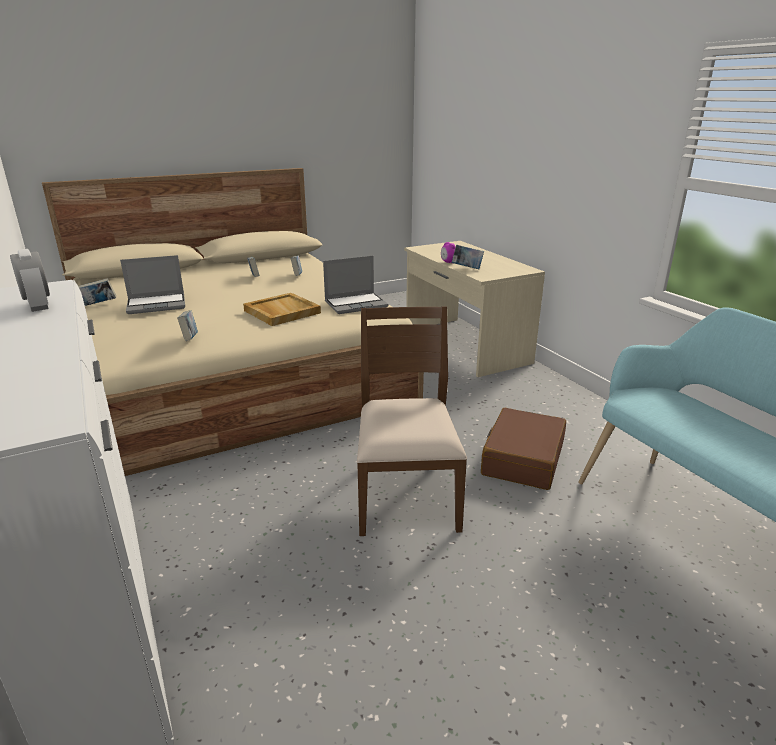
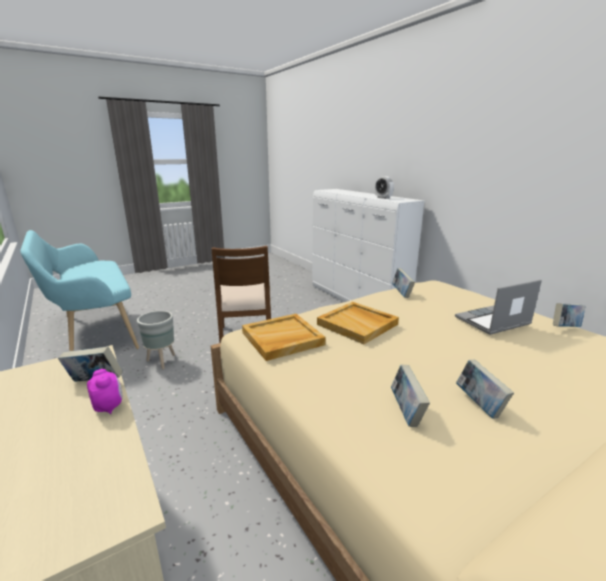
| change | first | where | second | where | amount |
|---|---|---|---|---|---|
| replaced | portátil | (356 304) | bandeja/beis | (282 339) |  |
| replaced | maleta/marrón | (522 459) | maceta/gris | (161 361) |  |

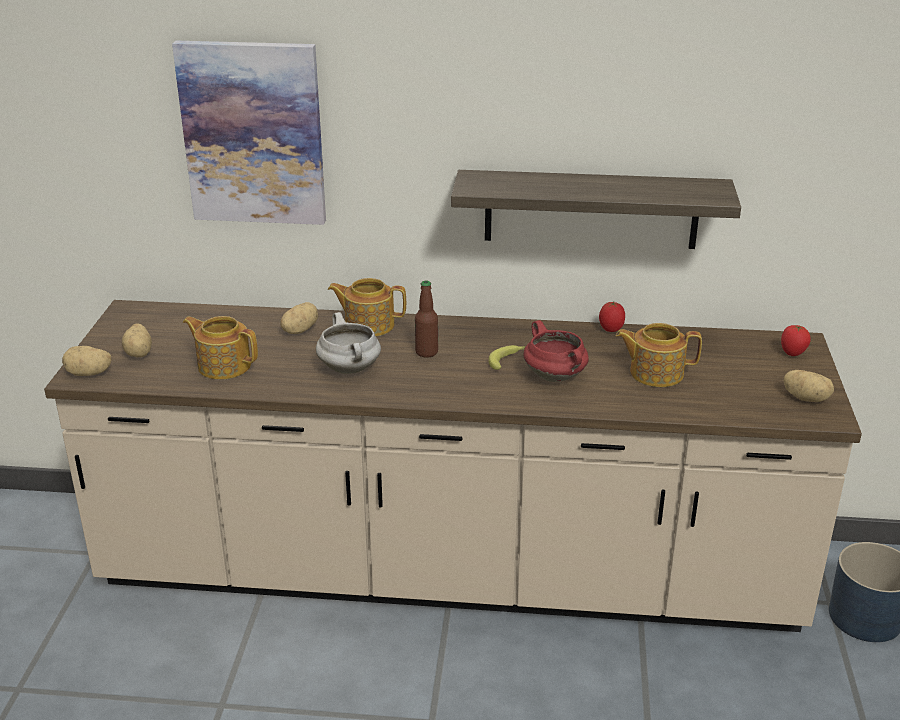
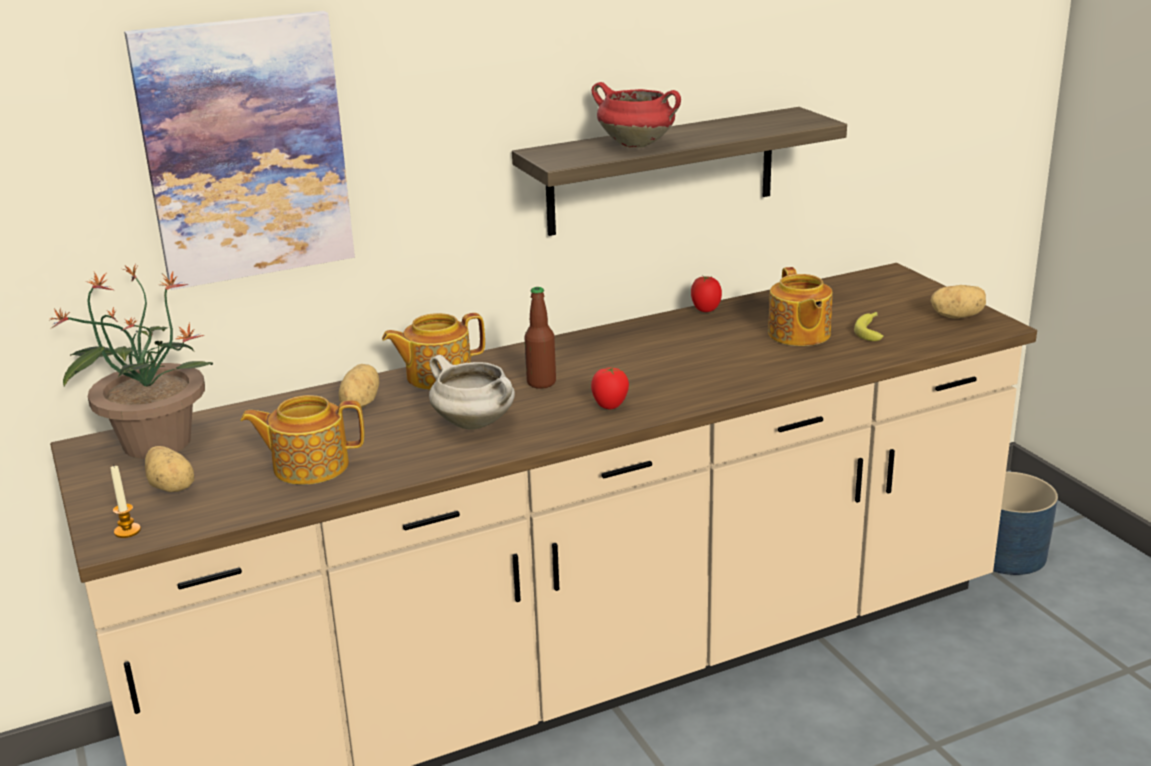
| change | first | where | second | where | amount |
|---|---|---|---|---|---|
| replaced | patata | (89 374) | vela | (127 531) |  |
| moved | plátano | (508 360) |  | (871 330) |  |
| moved | olla/rojo | (556 377) |  | (637 145) |  |
| turned | tetera | (655 373) |  | (798 334) | 75 degrees counterclockwise |
| moved | tomate | (792 354) |  | (610 406) |  |
| added |  |  | planta en maceta | (155 442) |  |

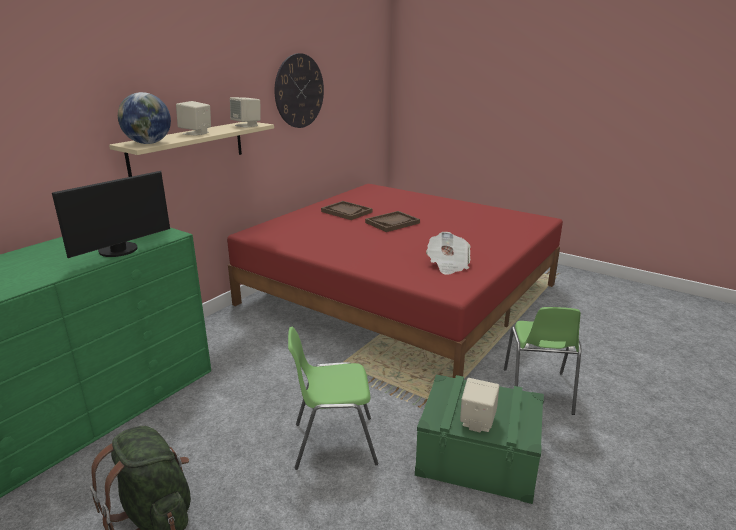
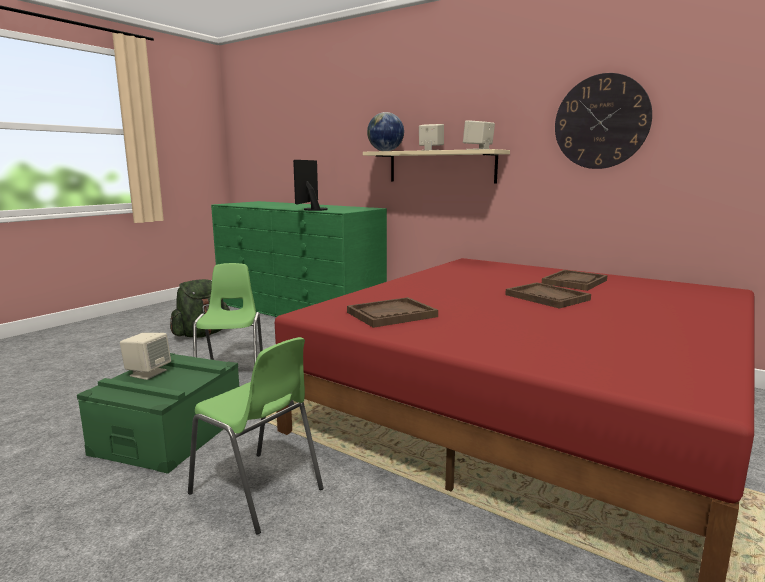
| change | first | where | second | where | amount |
|---|---|---|---|---|---|
| turned | monitor | (120 251) |  | (313 209) | 60 degrees clockwise |
| replaced | periódico | (448 265) | bandeja/marrón | (391 314) |  |
| turned | silla/verde | (537 391) |  | (257 491) | 150 degrees counterclockwise |

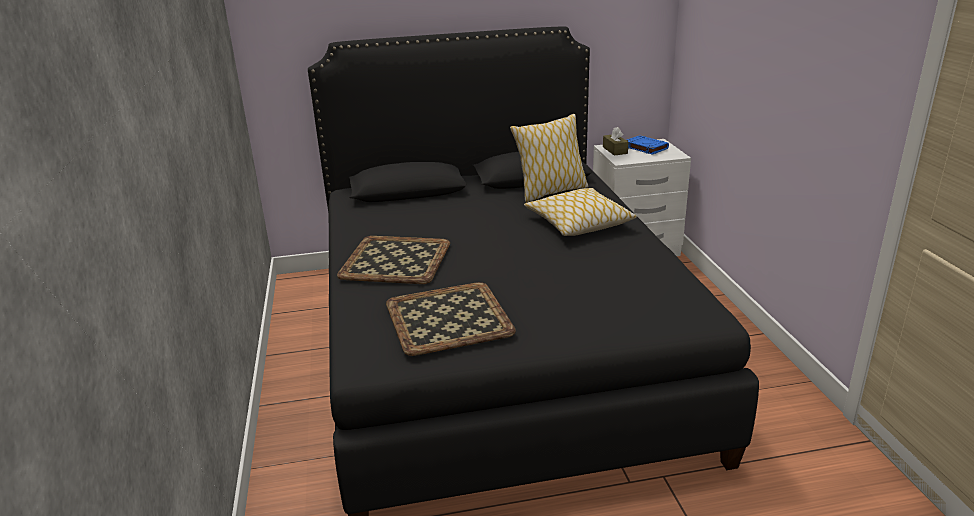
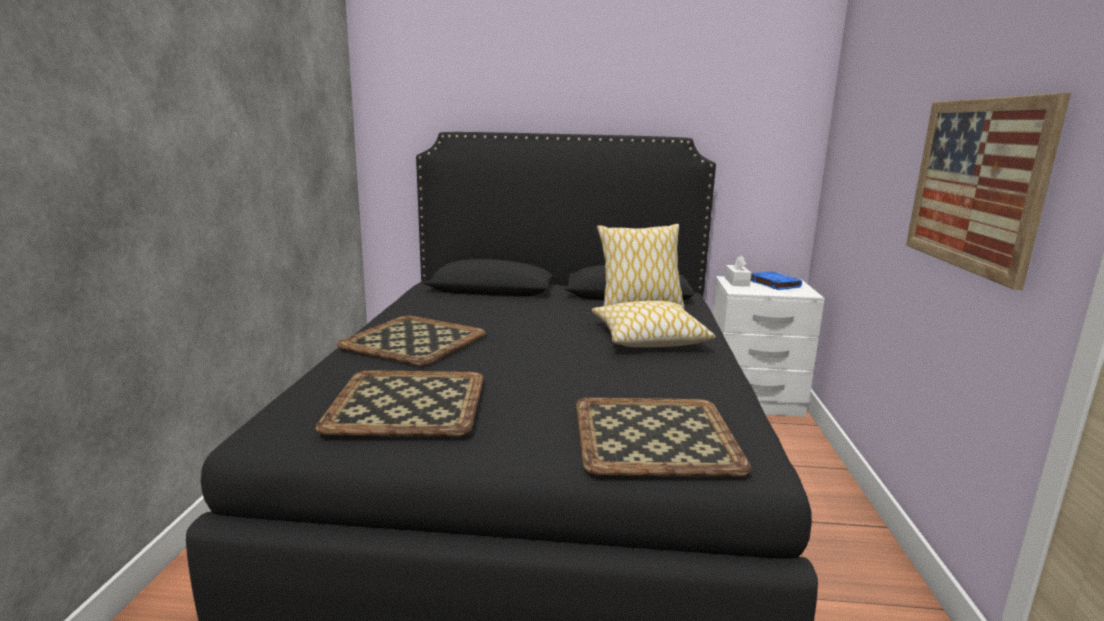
| change | first | where | second | where | amount |
|---|---|---|---|---|---|
| recoloured | caja de pañuelos/marrón | (615 150) | caja de pañuelos/blanco | (736 282) |  |
| added |  |  | bandeja | (653 436) |  |
| added |  |  | cuadro | (975 184) |  |

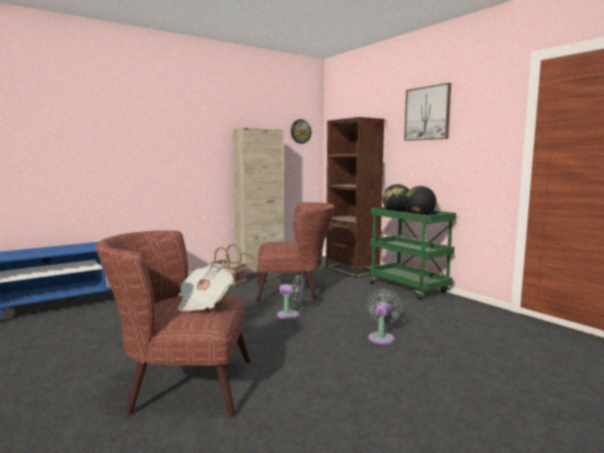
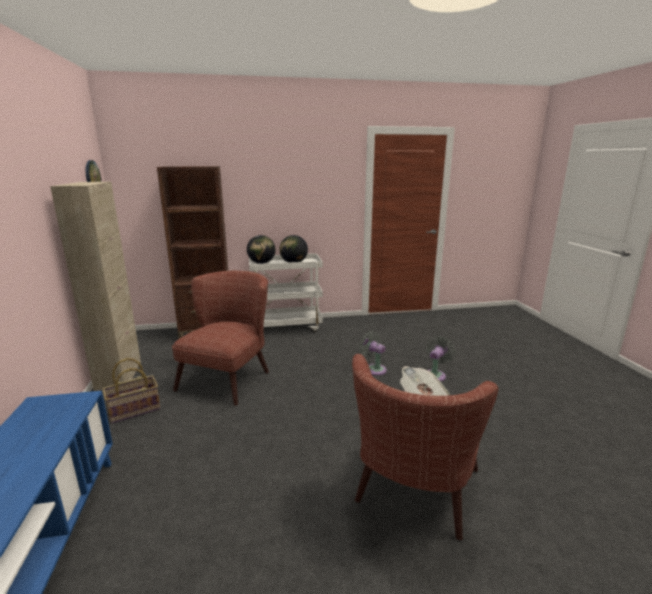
| change | first | where | second | where | amount |
|---|---|---|---|---|---|
| moved | ventilador/gris | (291 315) |  | (435 375) |  |
| recoloured | carrito/verde | (409 288) | carrito/blanco | (287 327) |  |
| removed | cuadro | (427 113) |  |  |  |

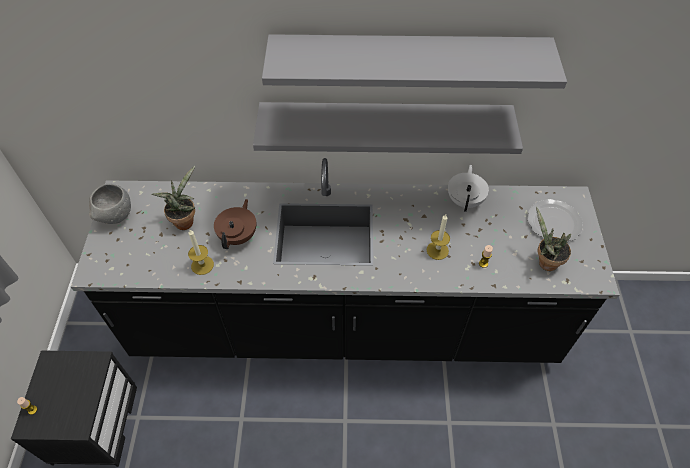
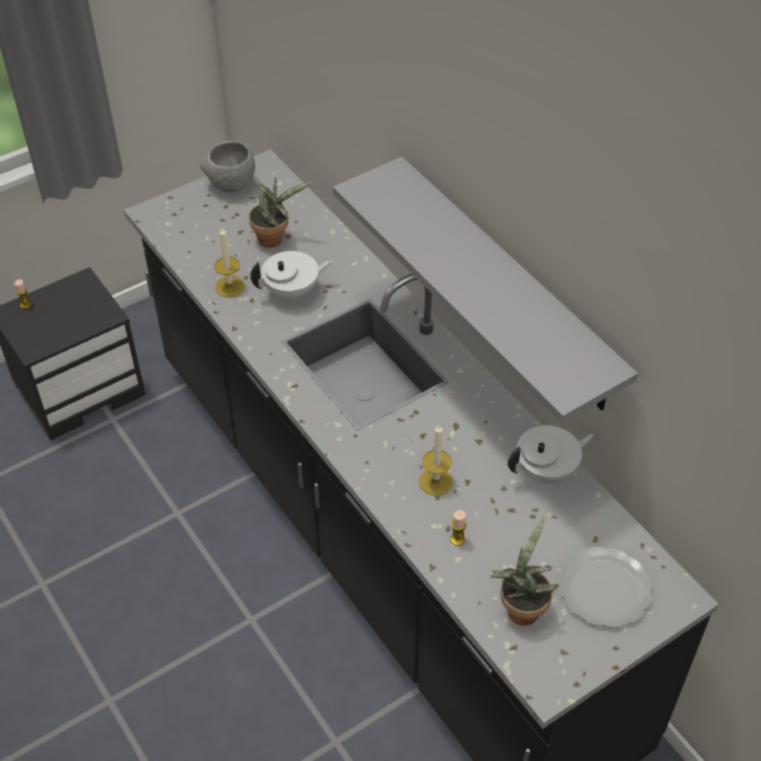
| change | first | where | second | where | amount |
|---|---|---|---|---|---|
| recoloured | tetera/marrón | (239 236) | tetera/blanco | (292 292) |  |
| removed | estante/gris | (408 61) |  |  |  |

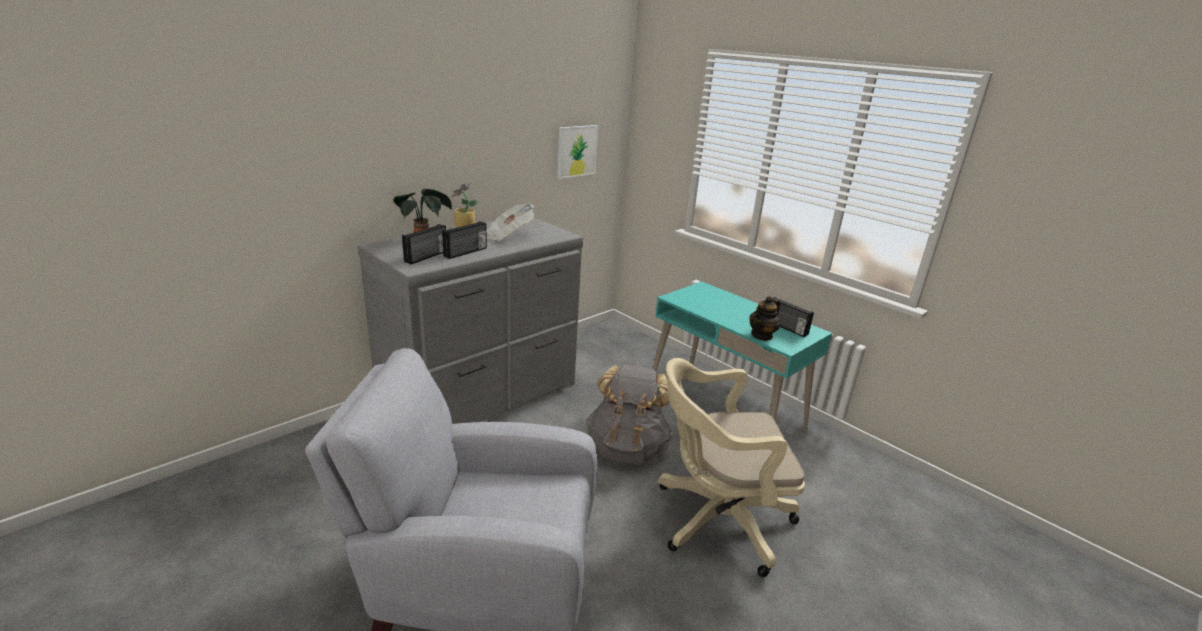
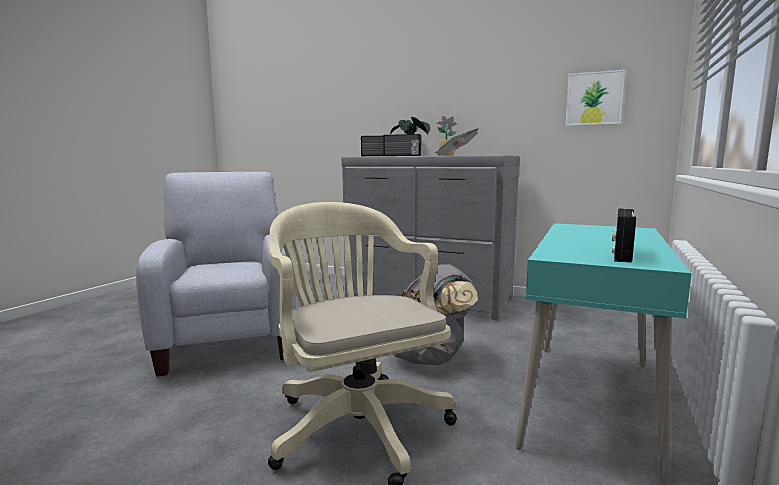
| change | first | where | second | where | amount |
|---|---|---|---|---|---|
| removed | tetera | (762 335) |  |  |  |

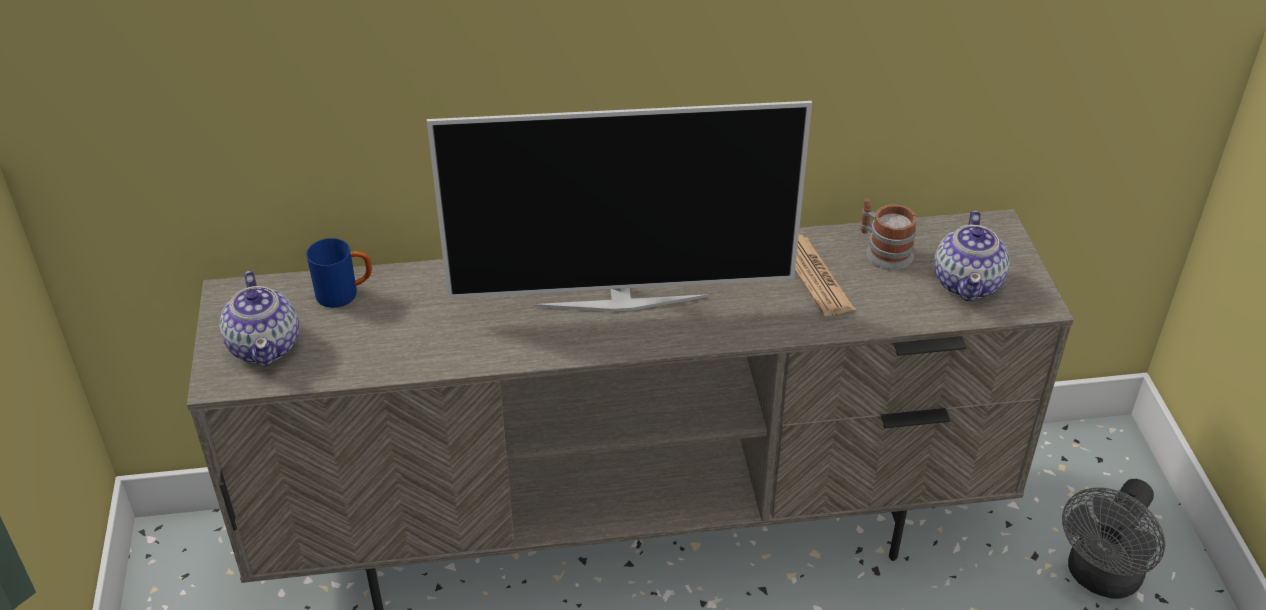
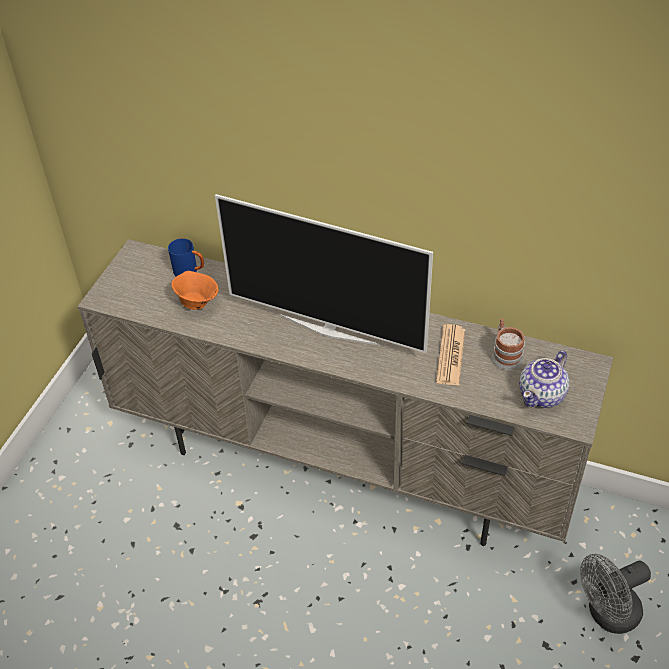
| change | first | where | second | where | amount |
|---|---|---|---|---|---|
| removed | tetera | (265 345) |  |  |  |
| added |  |  | cuenco/naranja | (197 302) |  |

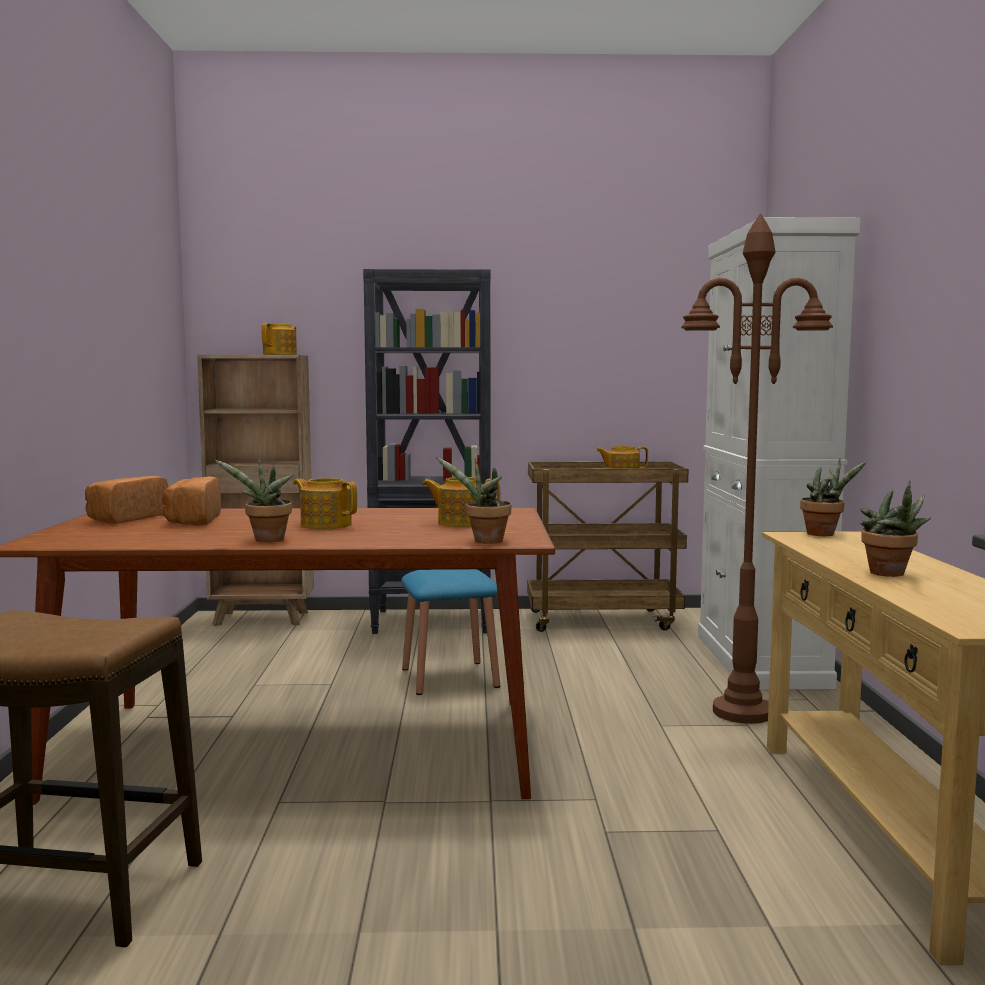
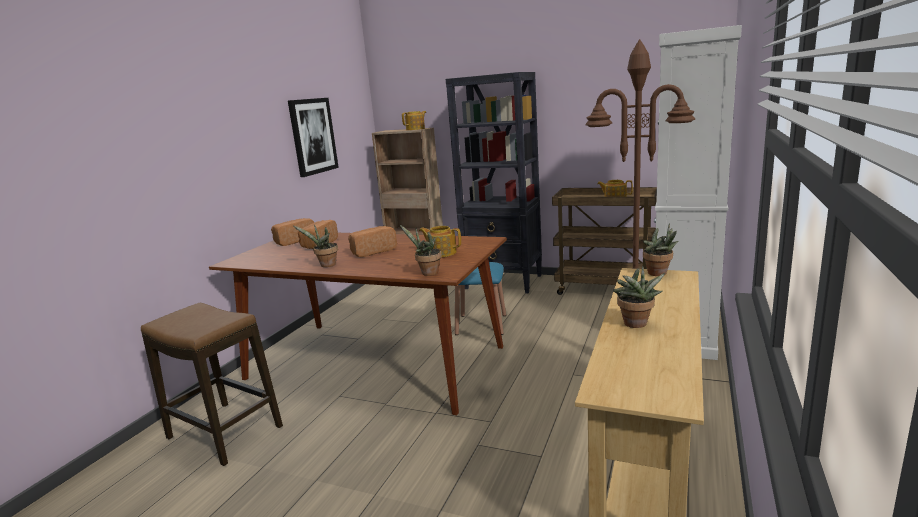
| change | first | where | second | where | amount |
|---|---|---|---|---|---|
| replaced | tetera | (325 524) | pan | (372 251) |  |
| added |  |  | cuadro | (313 136) |  |

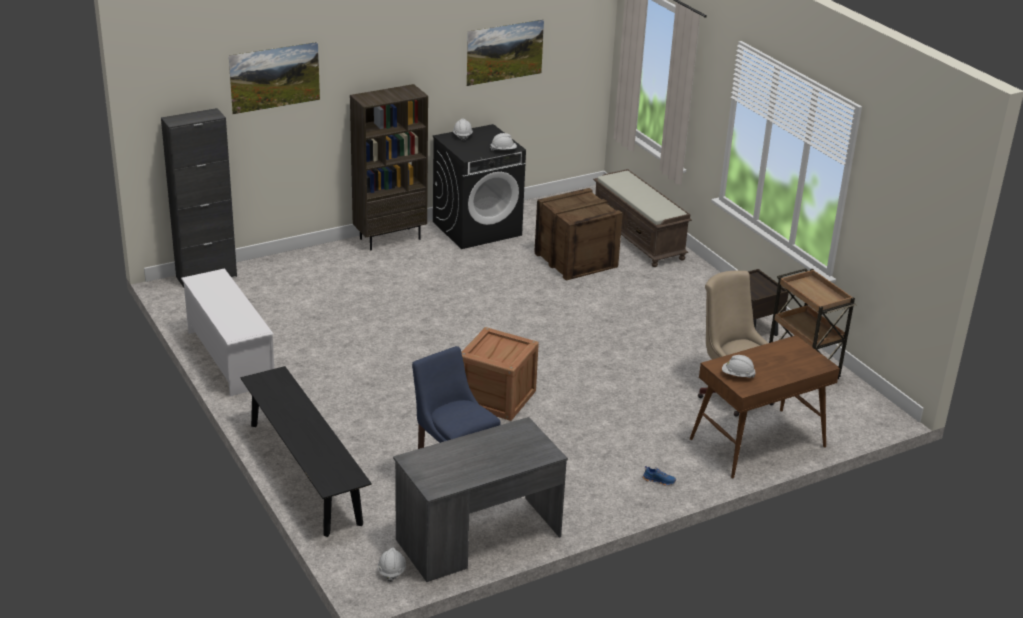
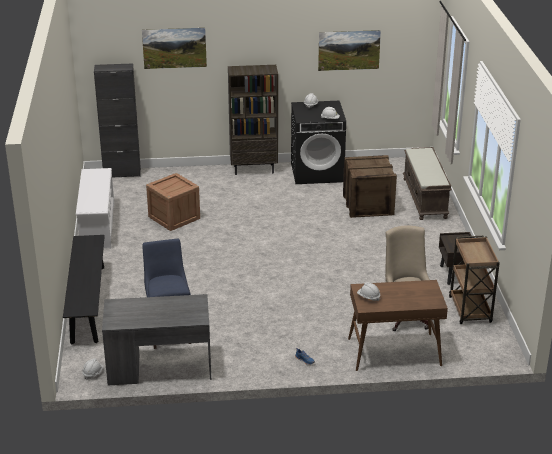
| change | first | where | second | where | amount |
|---|---|---|---|---|---|
| moved | caja de embalaje | (497 398) |  | (174 218) |  |

